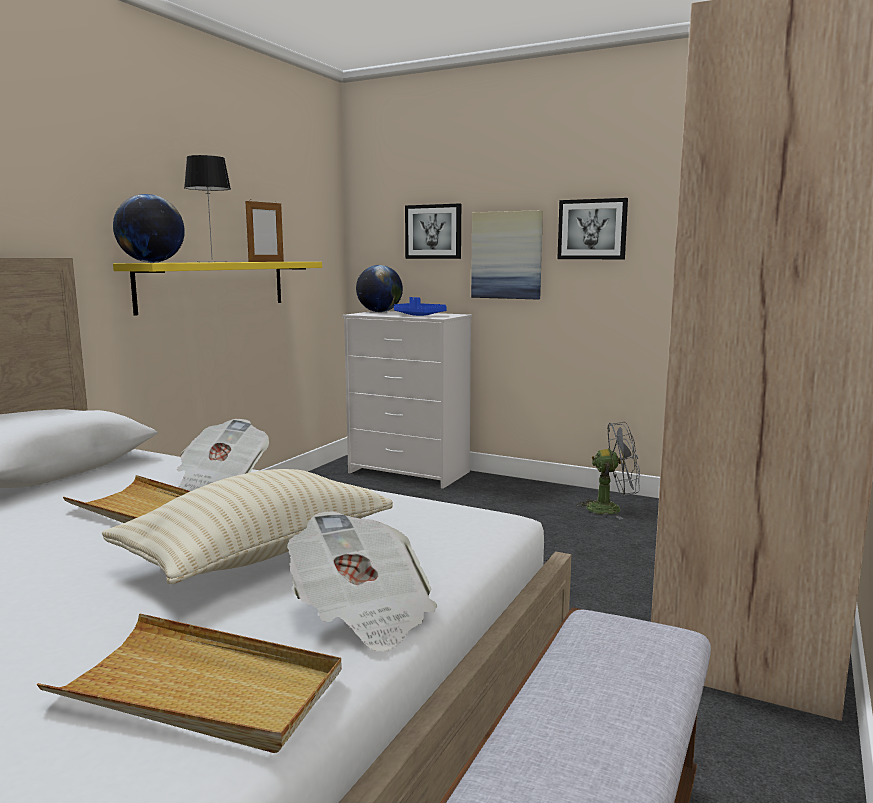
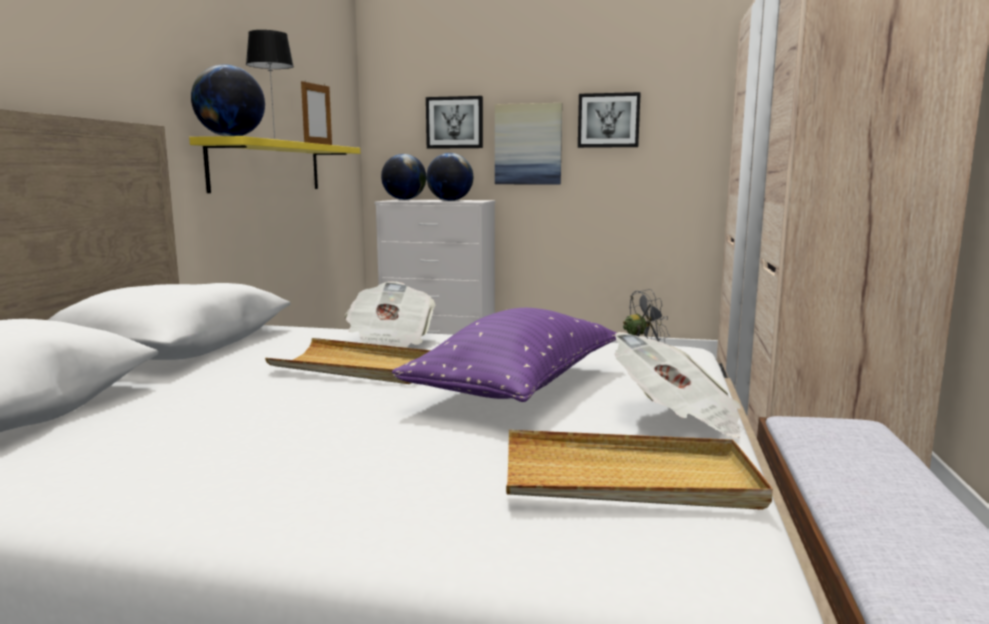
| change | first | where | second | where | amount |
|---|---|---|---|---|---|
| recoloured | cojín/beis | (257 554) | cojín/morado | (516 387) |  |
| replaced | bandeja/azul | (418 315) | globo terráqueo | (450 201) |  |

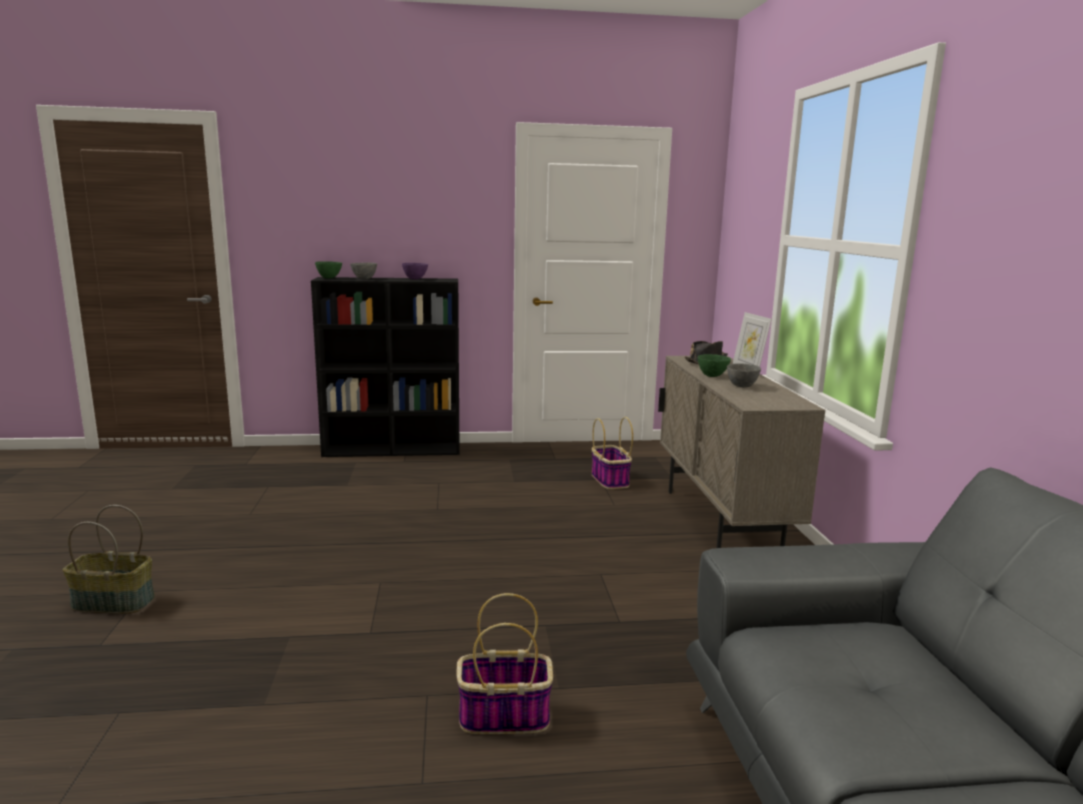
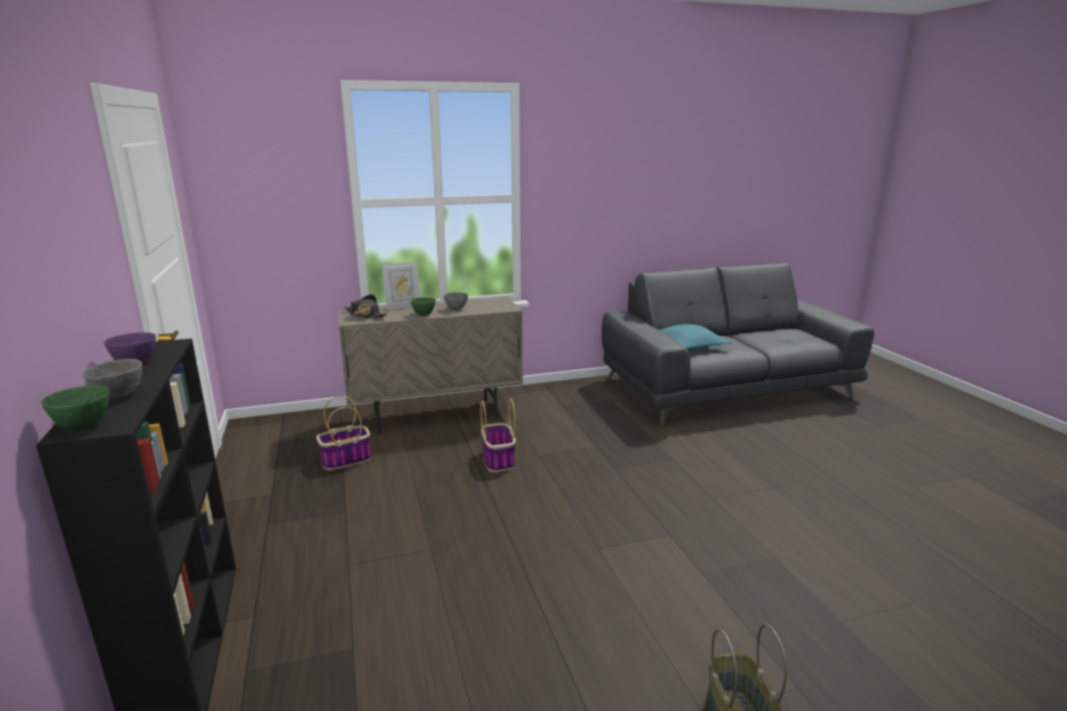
| change | first | where | second | where | amount |
|---|---|---|---|---|---|
| moved | cesta | (503 717) |  | (499 460) |  |
| added |  |  | cojín/turquesa | (689 345) |  |

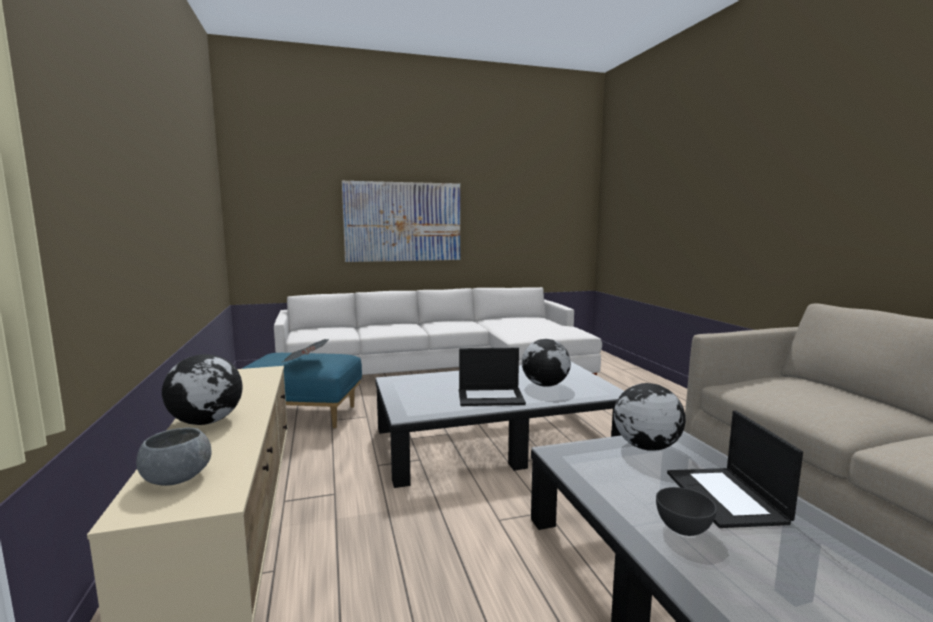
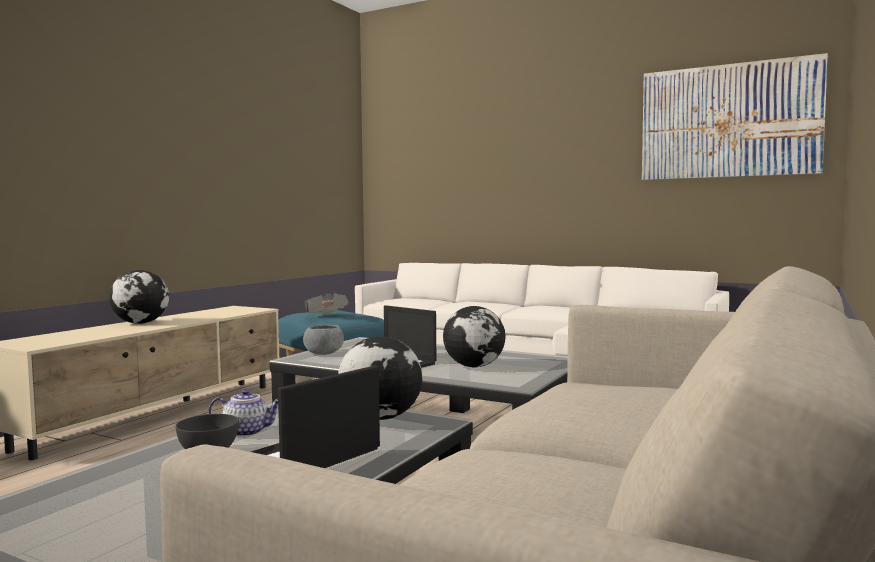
| change | first | where | second | where | amount |
|---|---|---|---|---|---|
| moved | cuenco/gris | (177 478) |  | (323 353) |  |
| moved | cuadro | (403 222) |  | (729 121) |  |
| added |  |  | tetera | (247 431) |  |

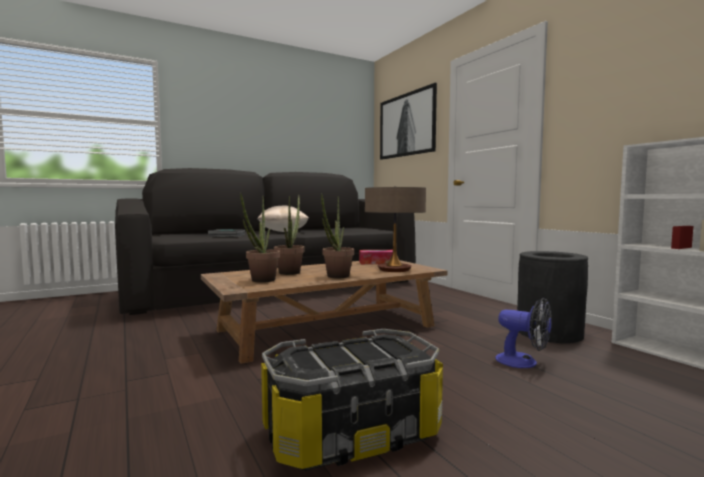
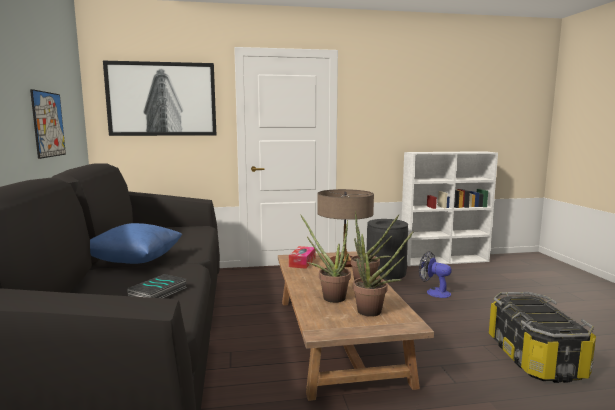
| change | first | where | second | where | amount |
|---|---|---|---|---|---|
| recoloured | cojín/beis | (283 231) | cojín/azul | (135 261) |  |
| turned | ventilador | (523 362) |  | (434 292) | 105 degrees counterclockwise |
| added |  |  | cuadro | (48 124) |  |

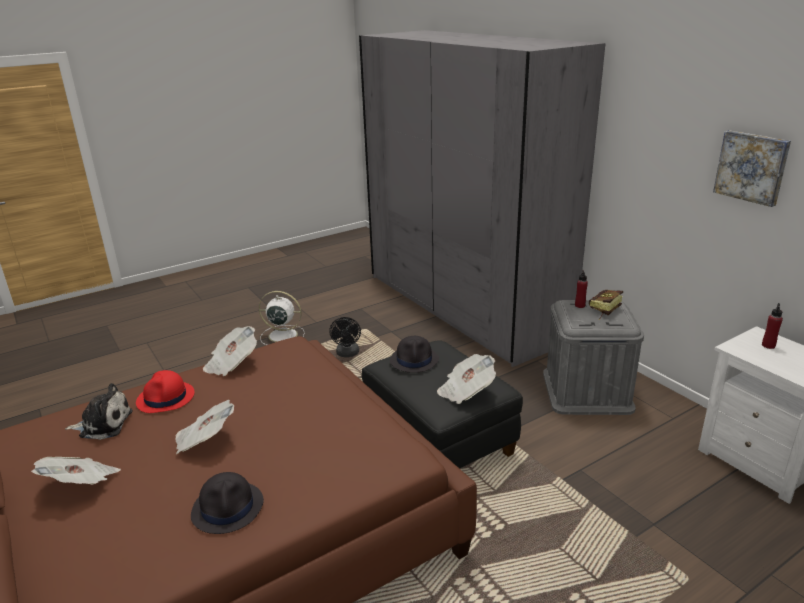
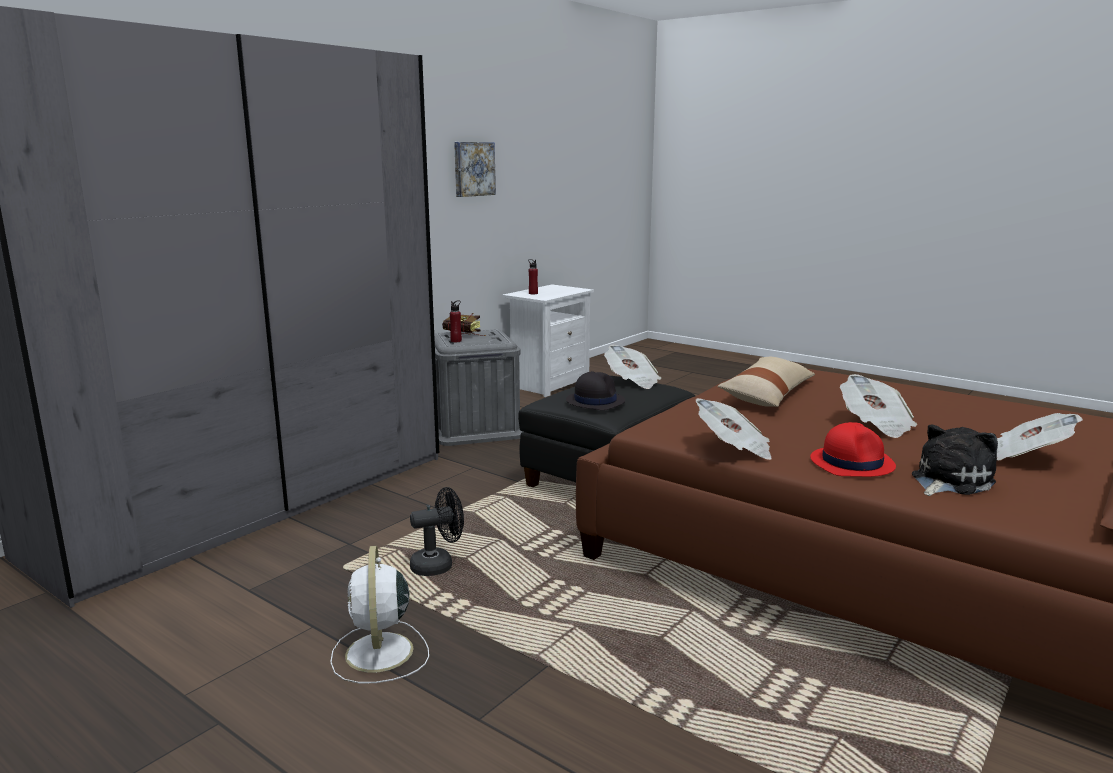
| change | first | where | second | where | amount |
|---|---|---|---|---|---|
| turned | peluche | (103 424) |  | (948 481) | 75 degrees clockwise |
| removed | sombrero/negro | (228 508) |  |  |  |
| added |  |  | cojín/beis | (767 395) |  |

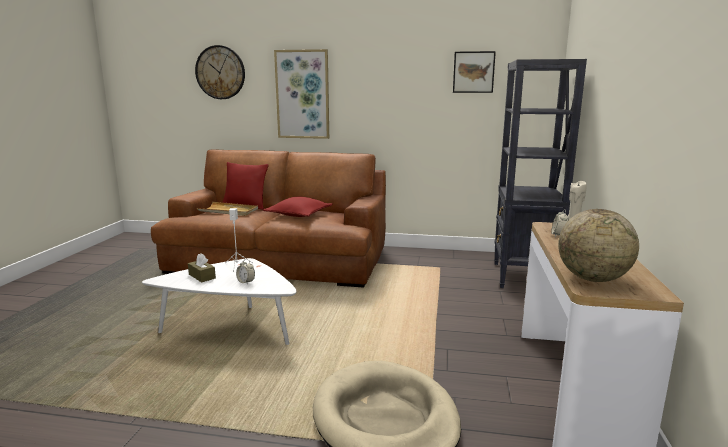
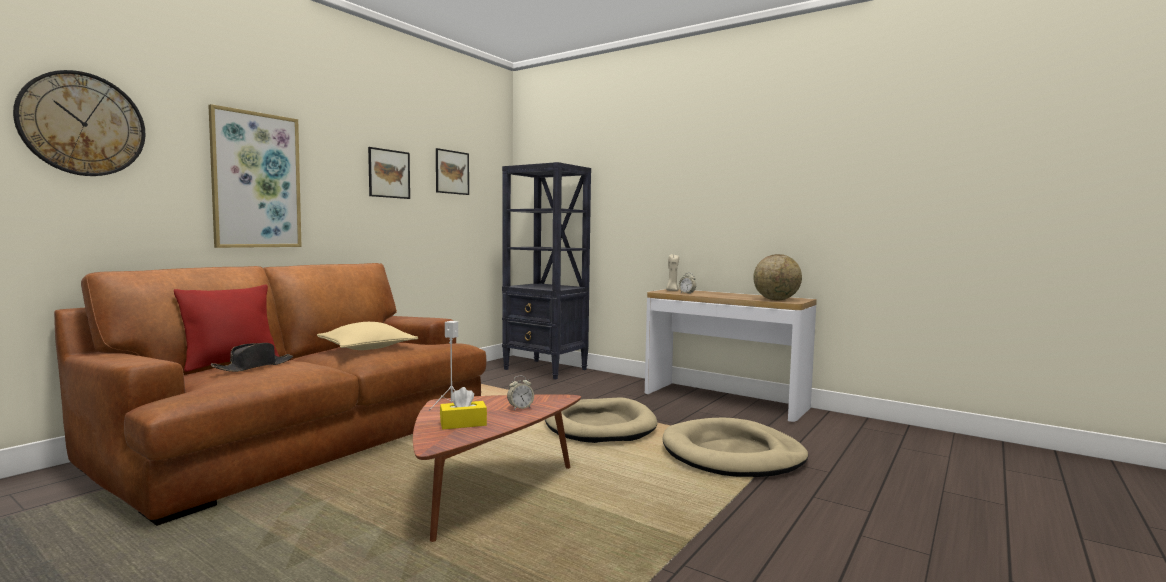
| change | first | where | second | where | amount |
|---|---|---|---|---|---|
| recoloured | mesa de centro/blanco | (232 328) | mesa de centro/marrón | (486 491) |  |
| recoloured | caja de pañuelos/marrón | (202 276) | caja de pañuelos/amarillo | (463 424) |  |
| replaced | bandeja/beis | (228 211) | sombrero/negro | (254 366) |  |
| recoloured | cojín/rojo | (299 215) | cojín/beis | (367 348) |  |
| added |  |  | cuadro | (389 173) |  |
| added |  |  | cama para perro/beis | (599 425) |  |

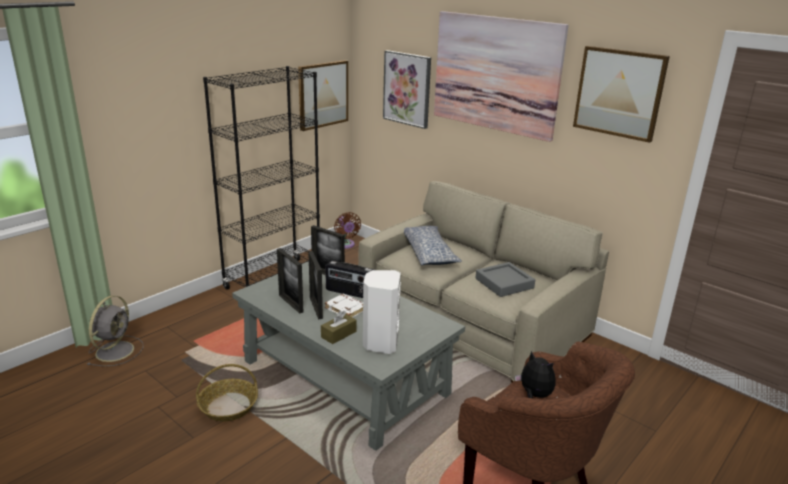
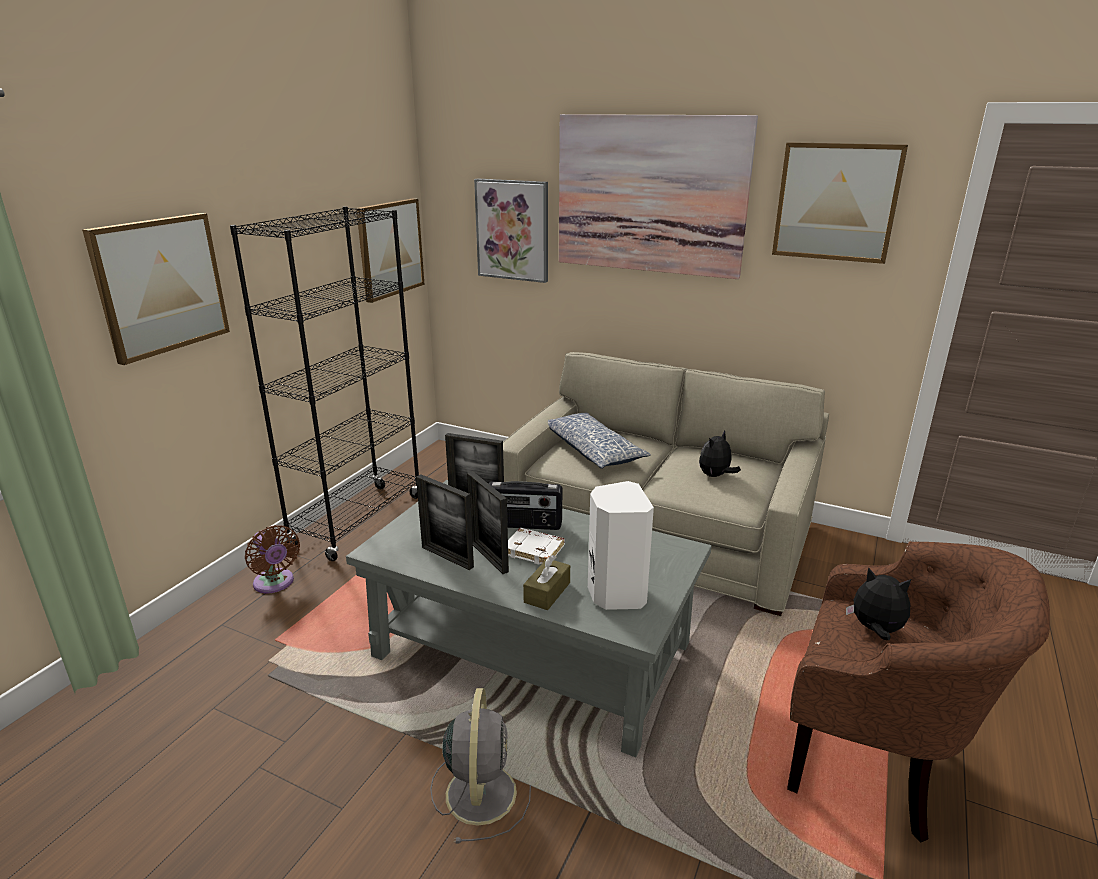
| change | first | where | second | where | amount |
|---|---|---|---|---|---|
| moved | ventilador/gris | (116 350) |  | (481 790) |  |
| removed | cesta | (228 406) |  |  |  |
| moved | ventilador/marrón | (345 245) |  | (275 584) |  |
| replaced | bandeja/gris | (504 283) | peluche | (715 476) |  |
| added |  |  | cuadro | (160 285) |  |

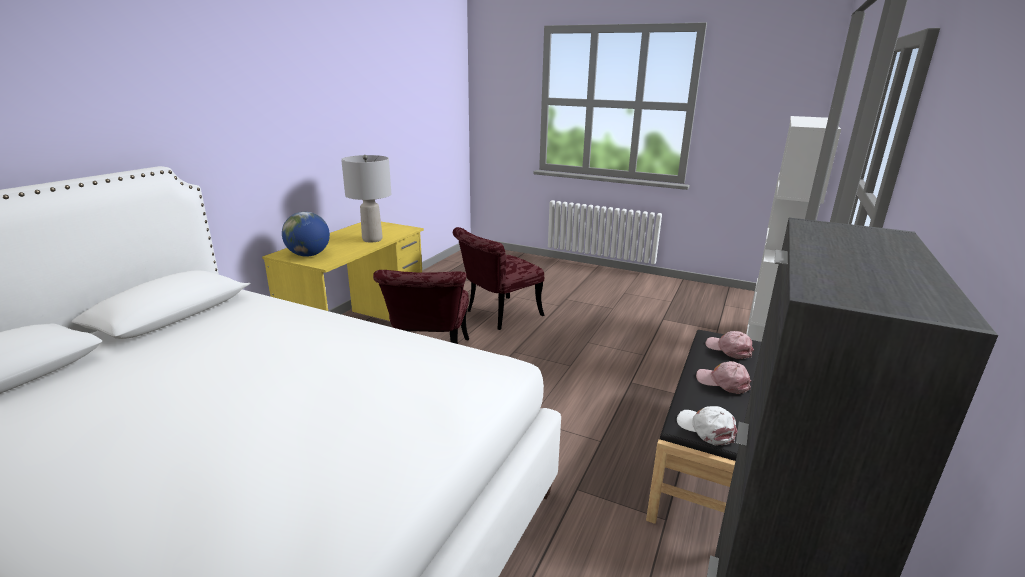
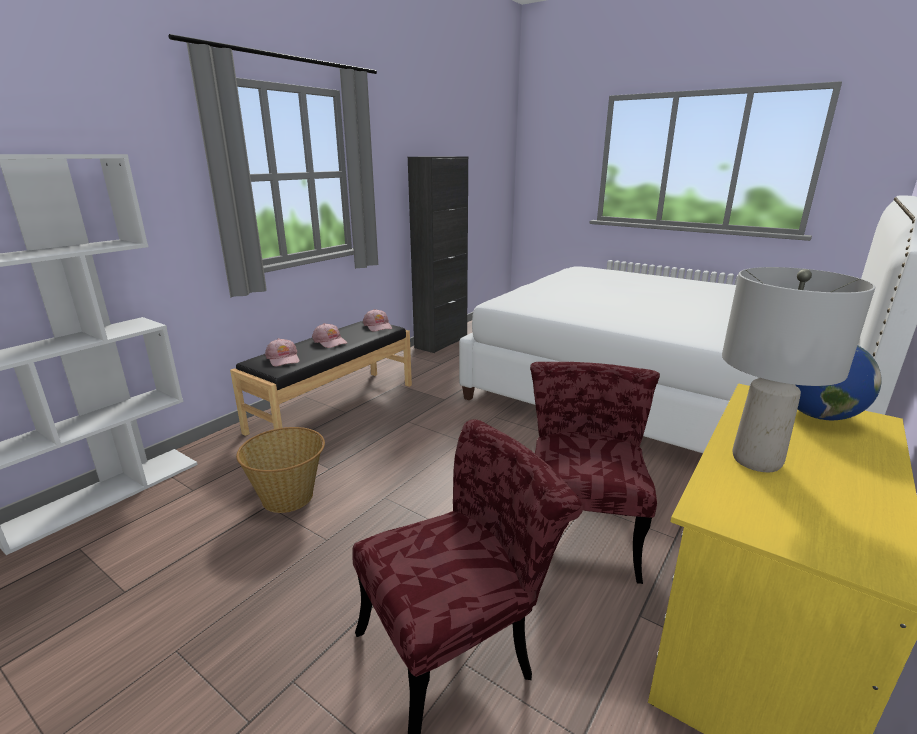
| change | first | where | second | where | amount |
|---|---|---|---|---|---|
| recoloured | gorra/blanco | (706 429) | gorra/rosa | (378 326) |  |
| added |  |  | cesta | (289 497) |  |

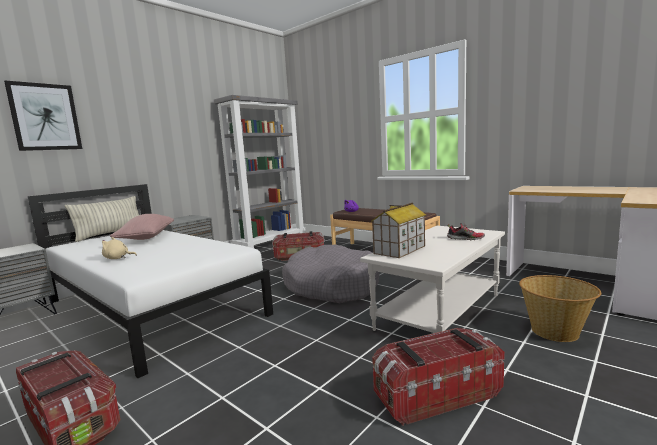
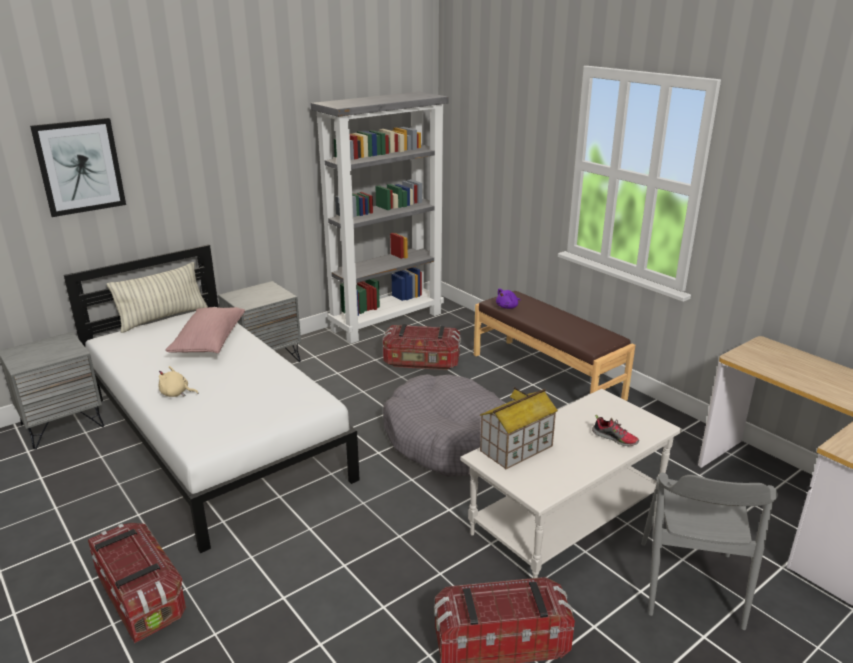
| change | first | where | second | where | amount |
|---|---|---|---|---|---|
| replaced | cesta | (555 332) | silla/gris | (690 583) |  |

